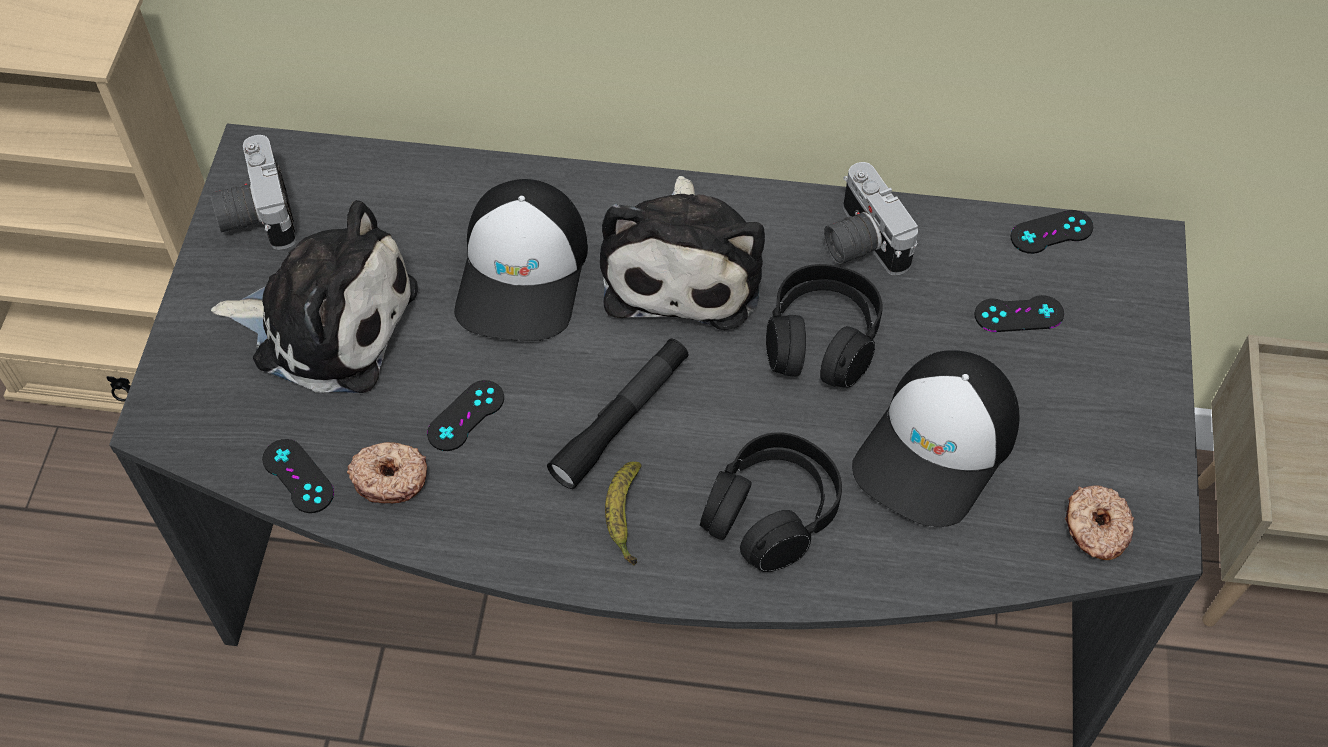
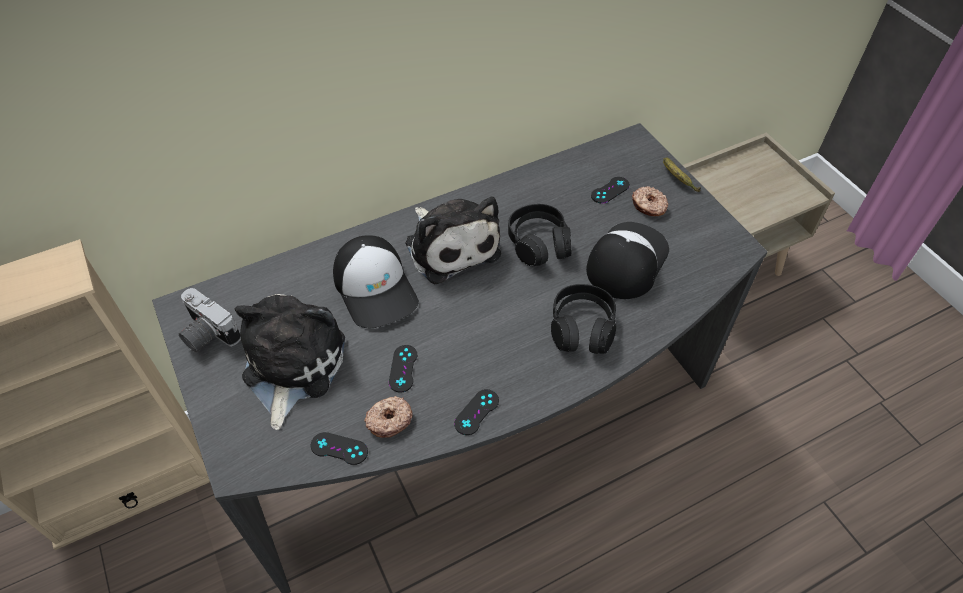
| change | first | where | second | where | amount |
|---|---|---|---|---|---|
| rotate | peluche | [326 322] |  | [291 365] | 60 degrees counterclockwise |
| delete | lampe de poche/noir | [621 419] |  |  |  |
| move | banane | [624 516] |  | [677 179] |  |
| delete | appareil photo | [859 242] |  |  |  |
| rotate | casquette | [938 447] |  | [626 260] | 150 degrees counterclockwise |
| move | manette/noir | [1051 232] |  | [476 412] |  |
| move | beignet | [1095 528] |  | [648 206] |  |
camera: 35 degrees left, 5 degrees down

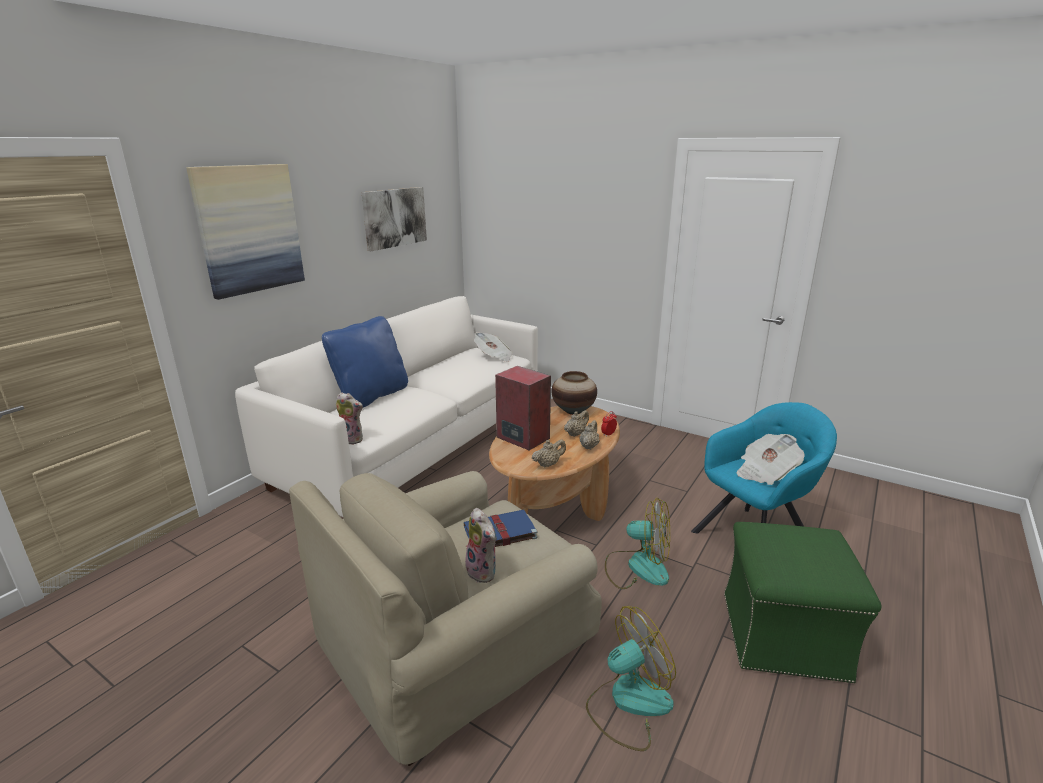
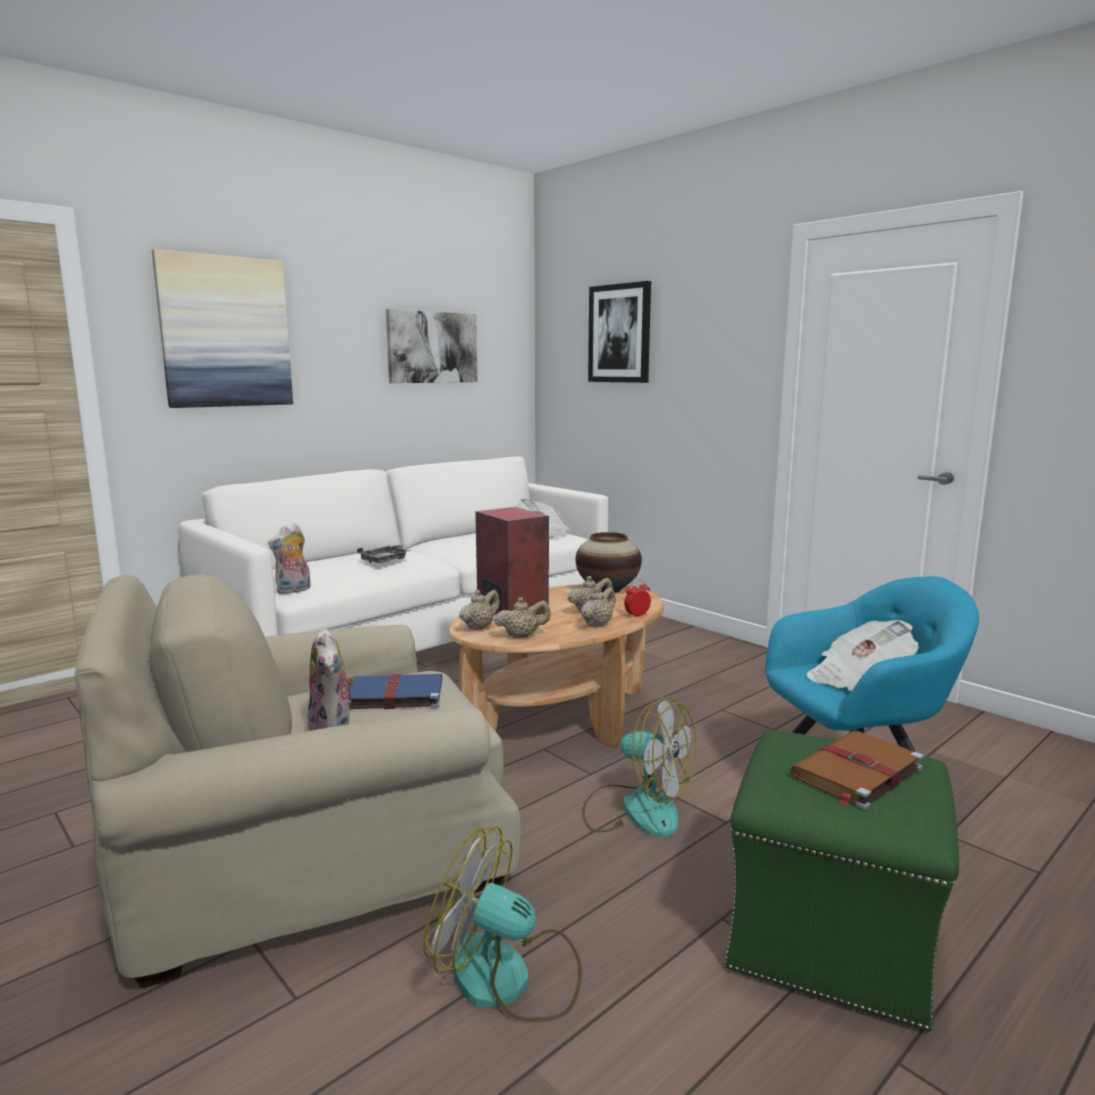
| change | first | where | second | where | amount |
|---|---|---|---|---|---|
| delete | coussin/bleu | [371 396] |  |  |  |
| rotate | peluche | [352 439] |  | [293 591] | 105 degrees clockwise |
| rotate | ventilateur | [628 703] |  | [509 978] | 150 degrees counterclockwise |
| insert |  |  | plateau/gris | [386 560] |  |
| insert |  |  | théière/beige | [479 627] |  |
| insert |  |  | tableau | [620 333] |  |
| insert |  |  | livre/marron | [856 773] |  |
camera: 15 degrees right, 10 degrees down

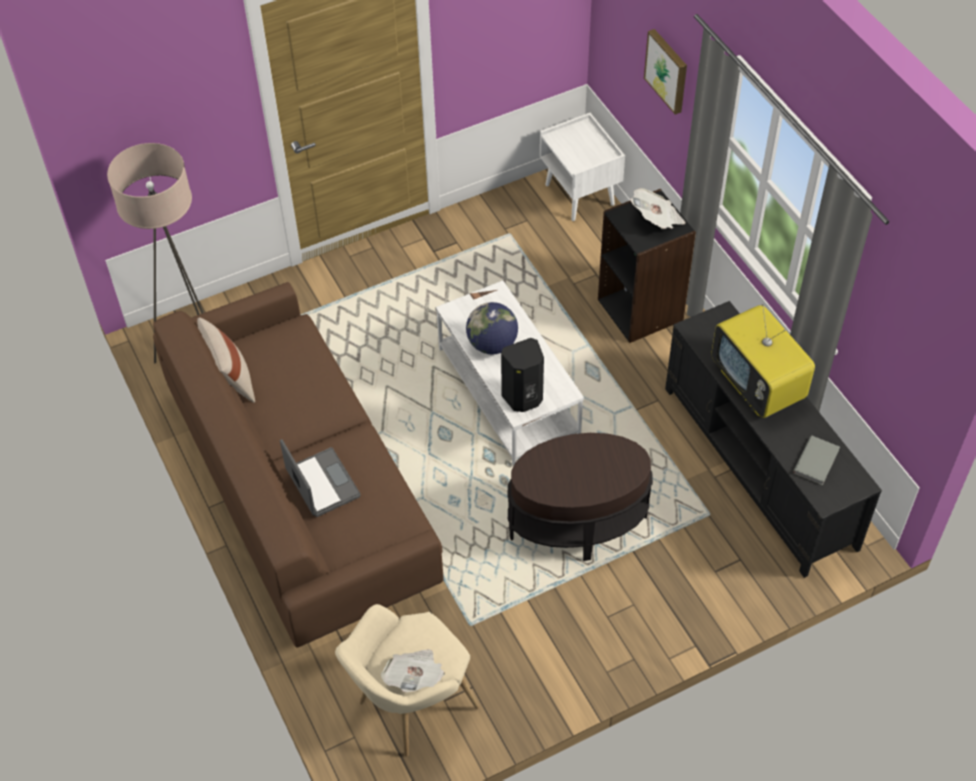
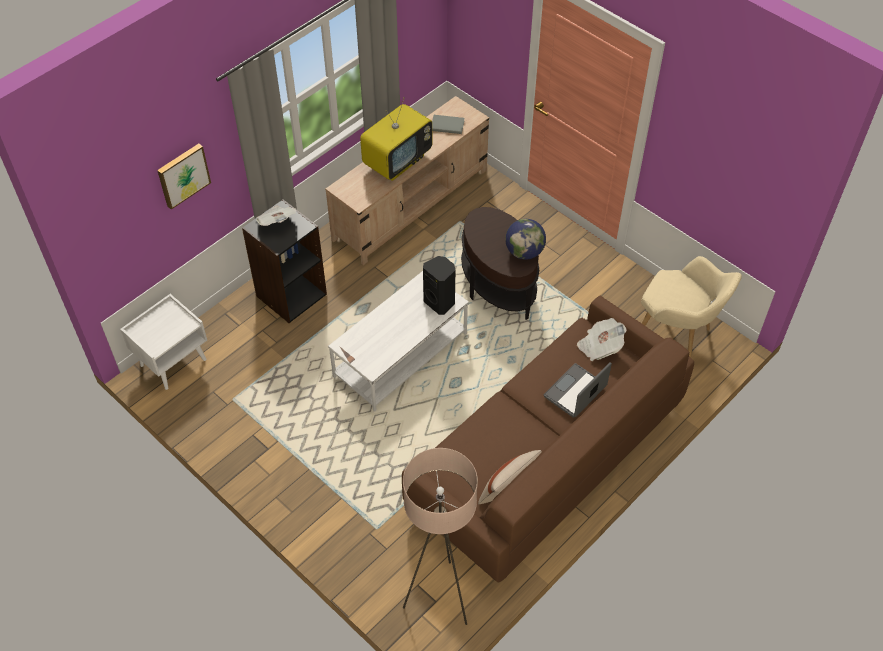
| change | first | where | second | where | amount |
|---|---|---|---|---|---|
| move | journal | [415 677] |  | [600 346] |  |
| move | globe | [492 344] |  | [524 252] |  |
| recolor | meuble télé/noir | [759 467] | meuble télé/beige | [411 204] |  |
camera: 110 degrees left, 0 degrees up

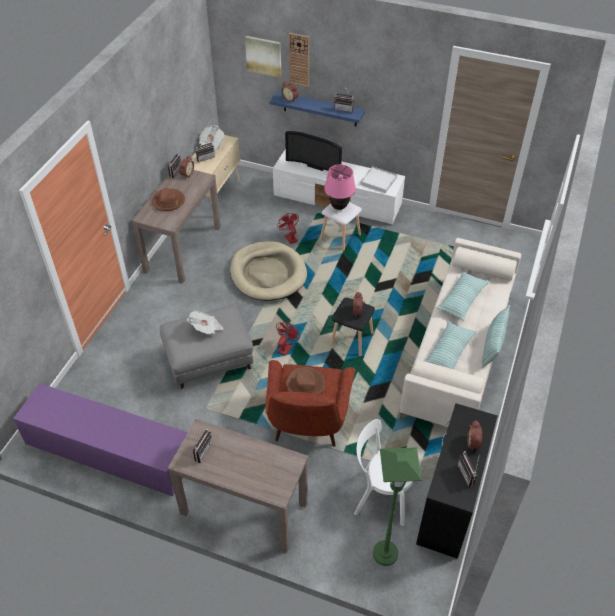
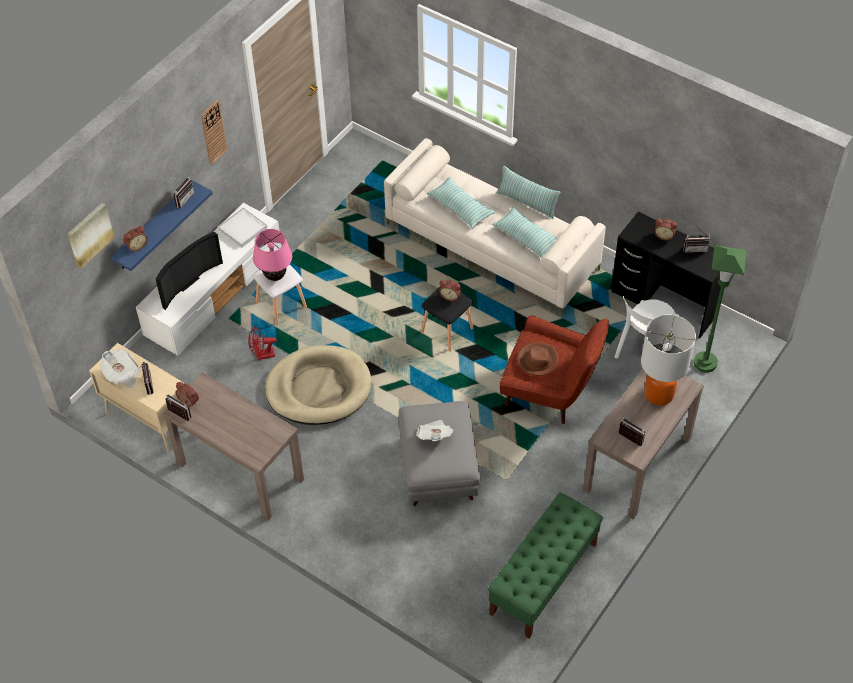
| change | first | where | second | where | amount |
|---|---|---|---|---|---|
| replace | meuble télé/violet | [108 452] | banc/vert | [543 579] |  |
| delete | chapeau/marron | [168 201] |  |  |  |
| delete | ventilateur/rouge | [286 347] |  |  |  |
| move | horloge murale | [299 60] |  | [213 132] |  |
| insert |  |  | lampe de table | [659 393] |  |
camera: 75 degrees left, 5 degrees up

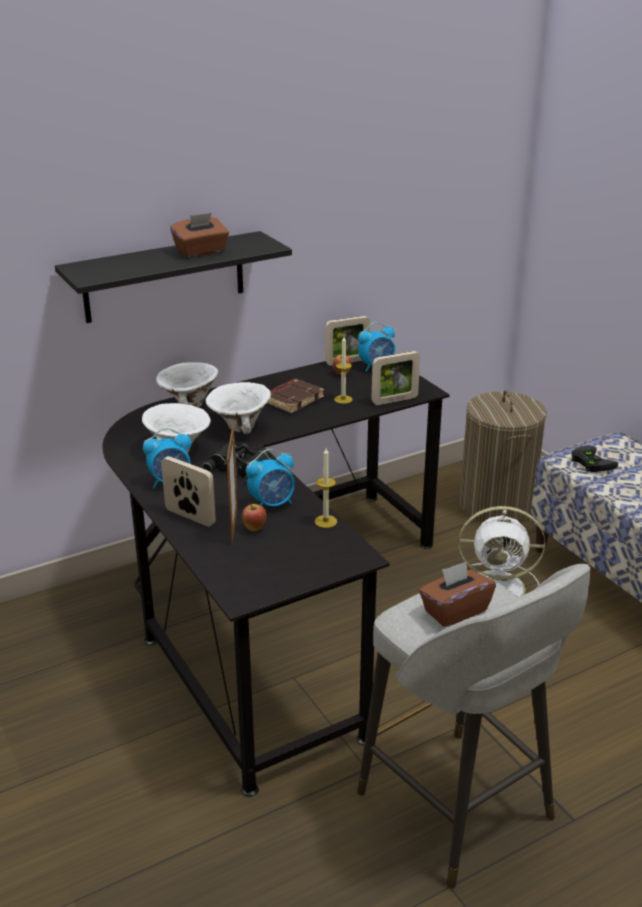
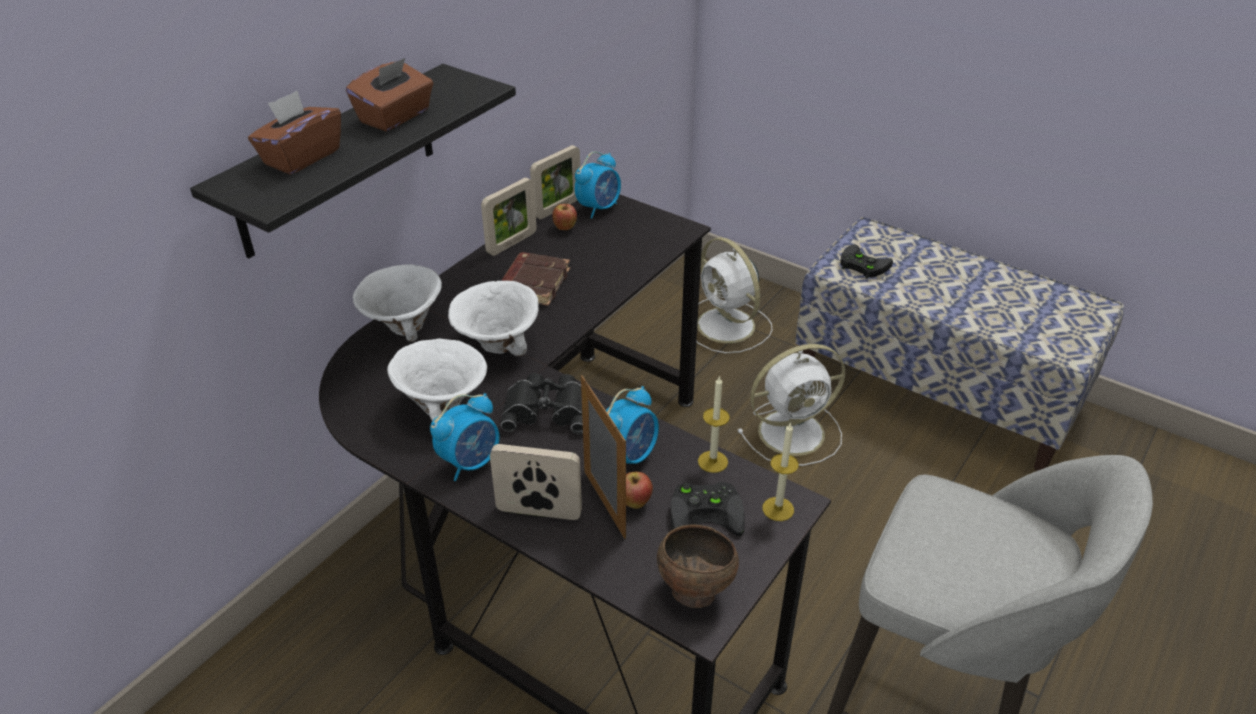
| change | first | where | second | where | amount |
|---|---|---|---|---|---|
| move | bougie | [343 399] |  | [778 509] |  |
| move | cadre photo | [394 400] |  | [512 243] |  |
| move | boîte à mouchoirs/marron | [454 610] |  | [301 157] |  |
| replace | panier à linge | [496 505] | ventilateur/blanc | [727 327] |  |
| insert |  |  | bol/marron | [693 591] |  |
| insert |  |  | manette/noir | [708 512] |  |
camera: 25 degrees left, 10 degrees up

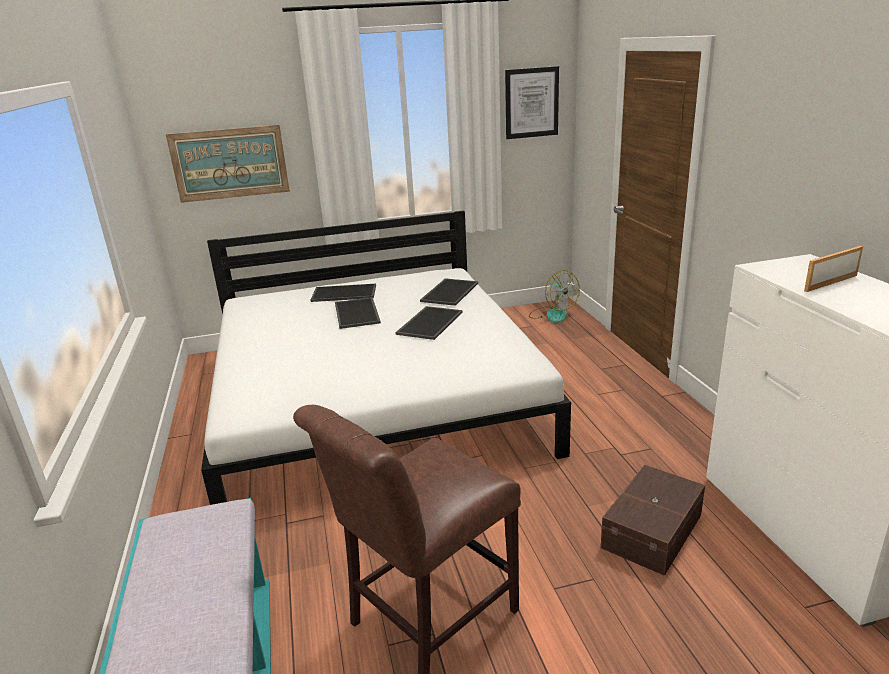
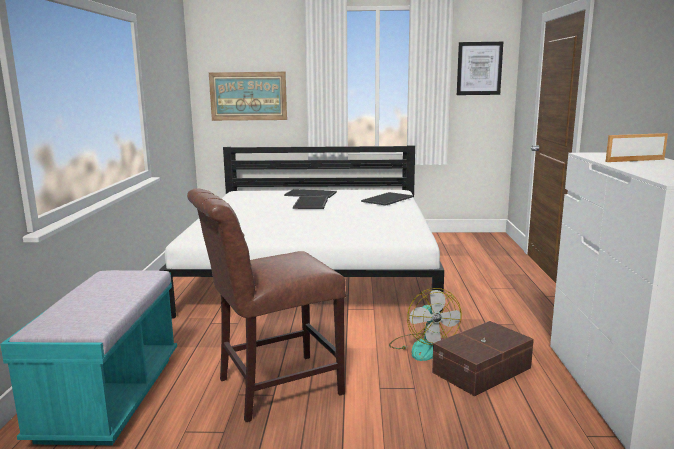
| change | first | where | second | where | amount |
|---|---|---|---|---|---|
| delete | plateau | [429 322] |  |  |  |
| move | ventilateur | [552 314] |  | [422 346] |  |
camera: 15 degrees right, 10 degrees down

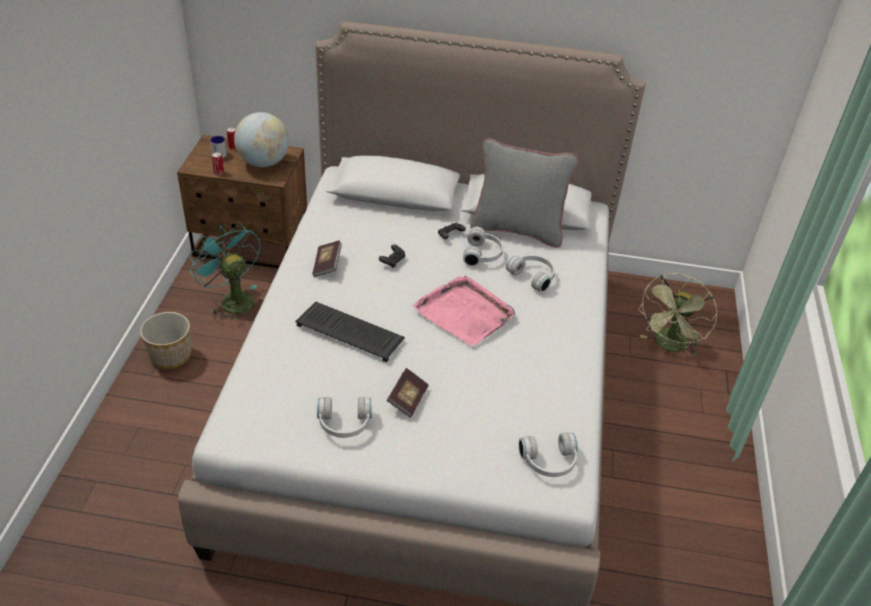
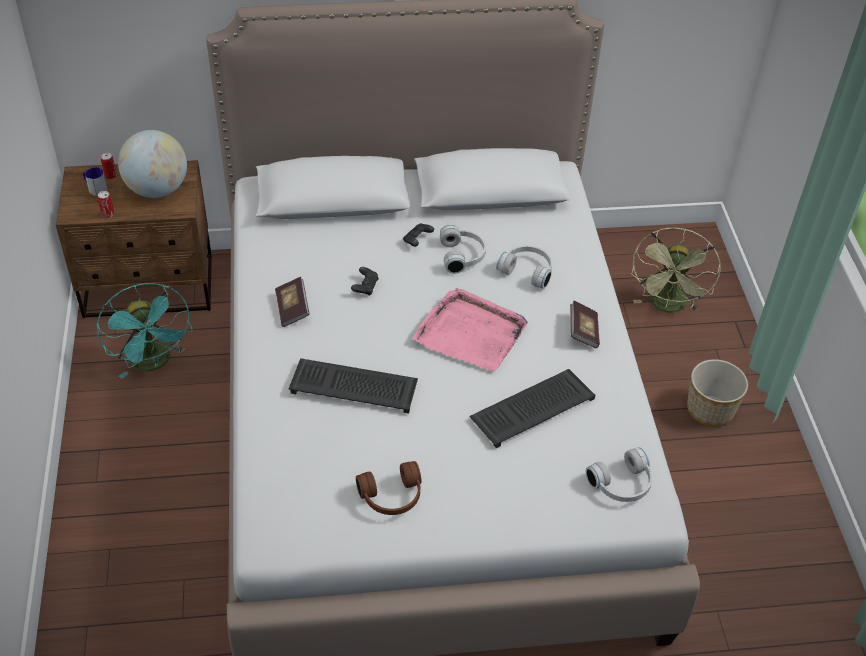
| change | first | where | second | where | amount |
|---|---|---|---|---|---|
| move | cache-pot | [170 355] |  | [709 409] |  |
| rotate | ventilateur/turquoise | [232 299] |  | [154 363] | 150 degrees counterclockwise |
| recolor | casque audio/blanc | [344 424] | casque audio/marron | [392 497] |  |
| move | livre | [407 399] |  | [583 332] |  |
| delete | coussin/gris | [517 230] |  |  |  |
| insert |  |  | clavier | [533 407] |  |
camera: 15 degrees left, 5 degrees up

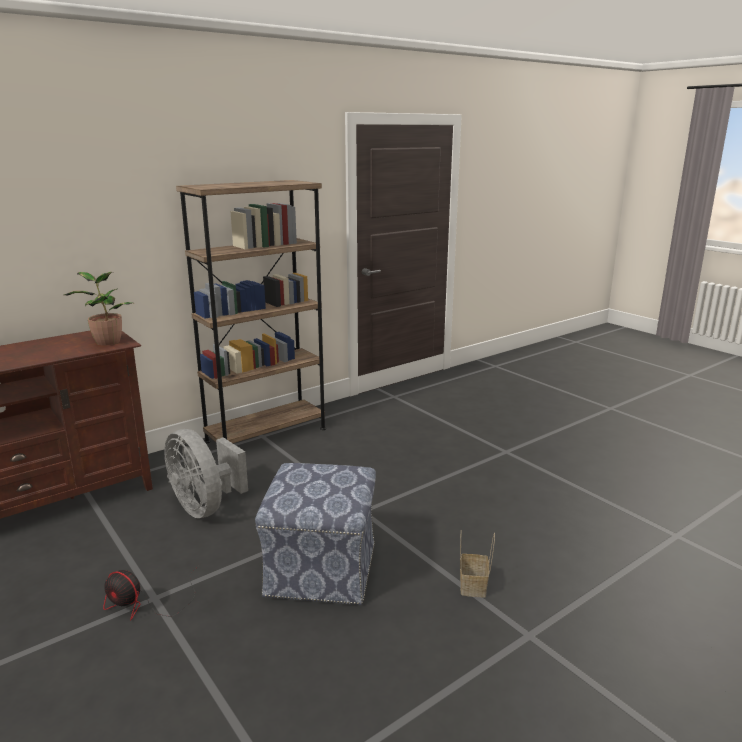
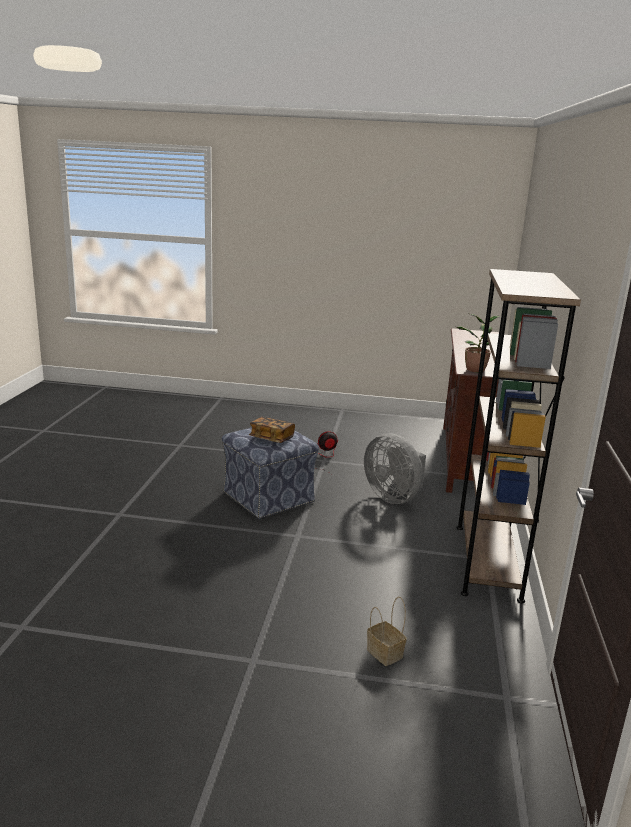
| change | first | where | second | where | amount |
|---|---|---|---|---|---|
| rotate | ventilateur/gris | [205 506] |  | [394 497] | 135 degrees counterclockwise |
| move | panier | [474 586] |  | [383 653] |  |
| insert |  |  | livre | [271 438] |  |
camera: 135 degrees right, 0 degrees up

